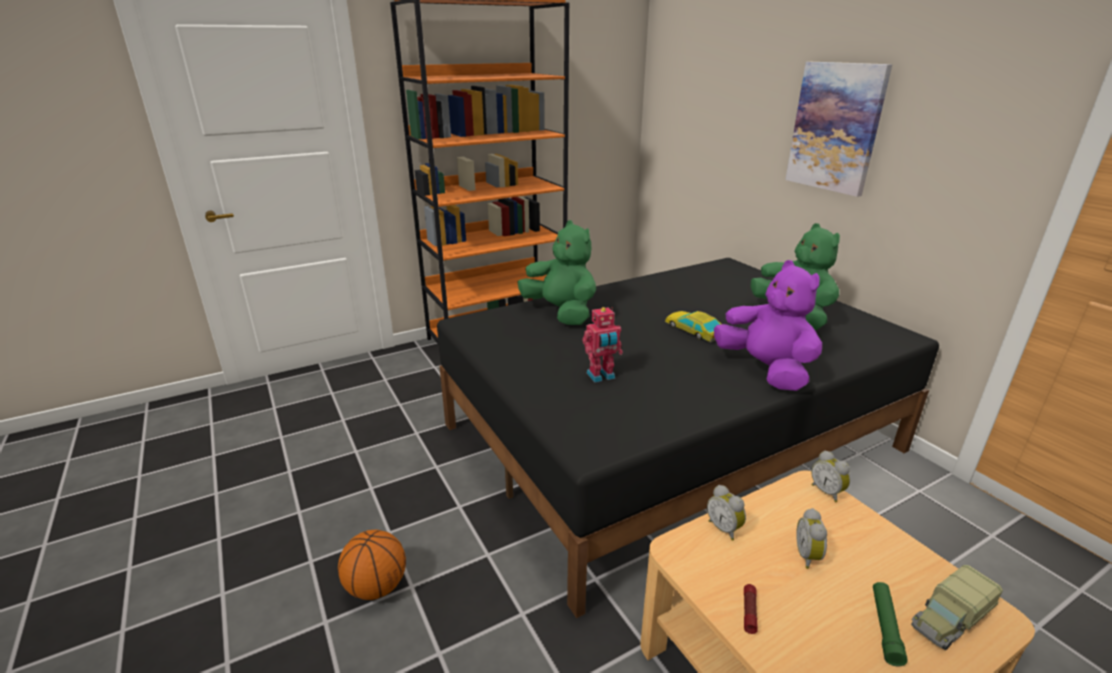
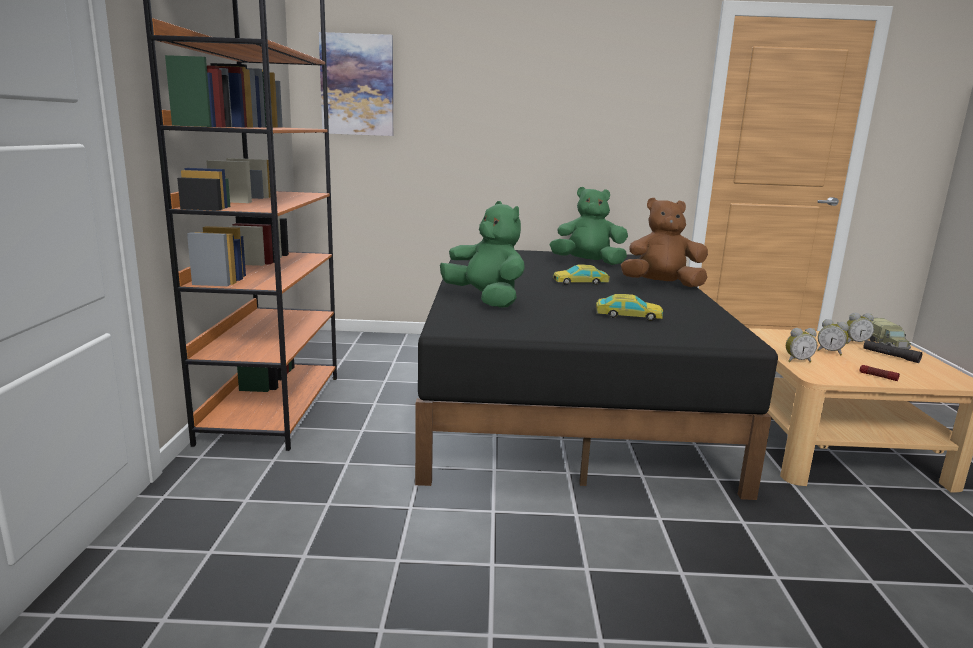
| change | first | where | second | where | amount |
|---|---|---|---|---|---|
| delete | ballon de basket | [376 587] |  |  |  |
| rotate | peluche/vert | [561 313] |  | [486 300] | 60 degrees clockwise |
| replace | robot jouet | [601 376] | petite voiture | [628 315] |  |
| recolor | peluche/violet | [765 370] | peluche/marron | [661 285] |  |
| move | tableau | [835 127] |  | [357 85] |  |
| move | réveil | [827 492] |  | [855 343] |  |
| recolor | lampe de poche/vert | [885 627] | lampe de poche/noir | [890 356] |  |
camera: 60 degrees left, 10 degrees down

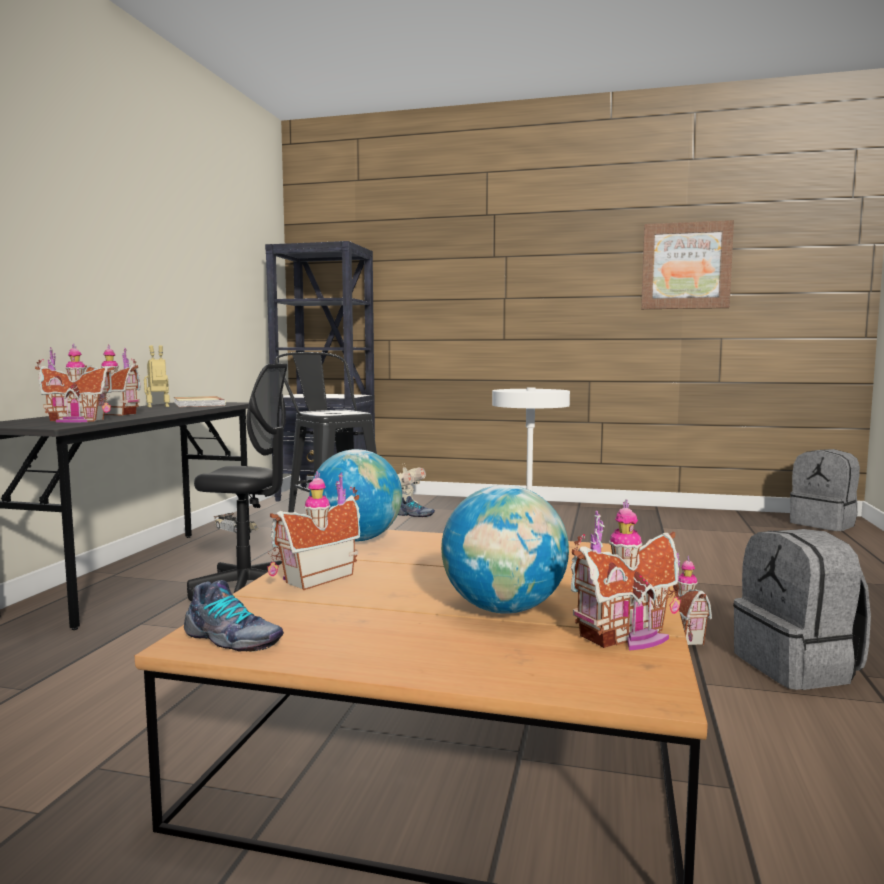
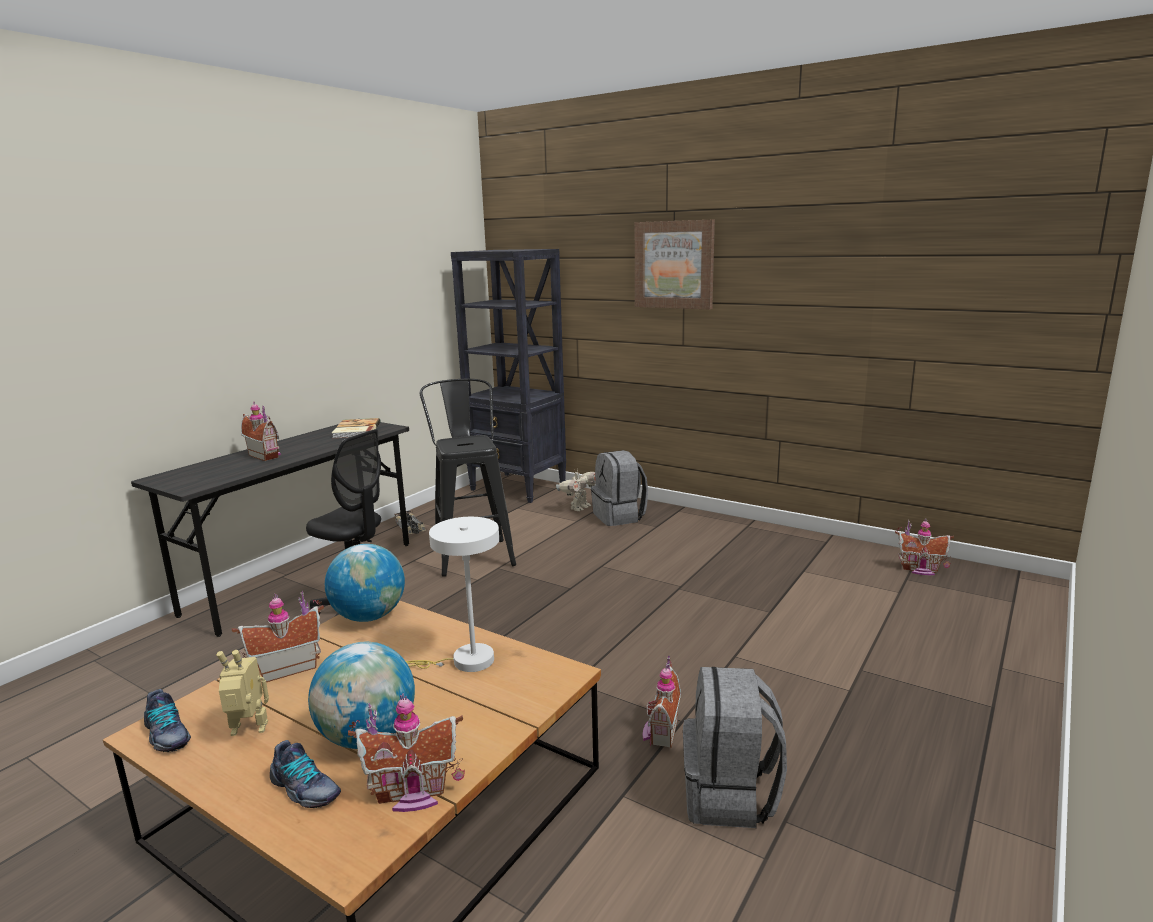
| change | first | where | second | where | amount |
|---|---|---|---|---|---|
| move | maison miniature | [76 421] |  | [920 570] |  |
| move | robot jouet | [158 406] |  | [248 732] |  |
| move | chaussure | [415 515] |  | [304 789] |  |
| move | tableau | [686 266] |  | [674 265] |  |
| move | sac à dos/gris | [824 524] |  | [619 516] |  |
camera: 20 degrees right, 10 degrees up

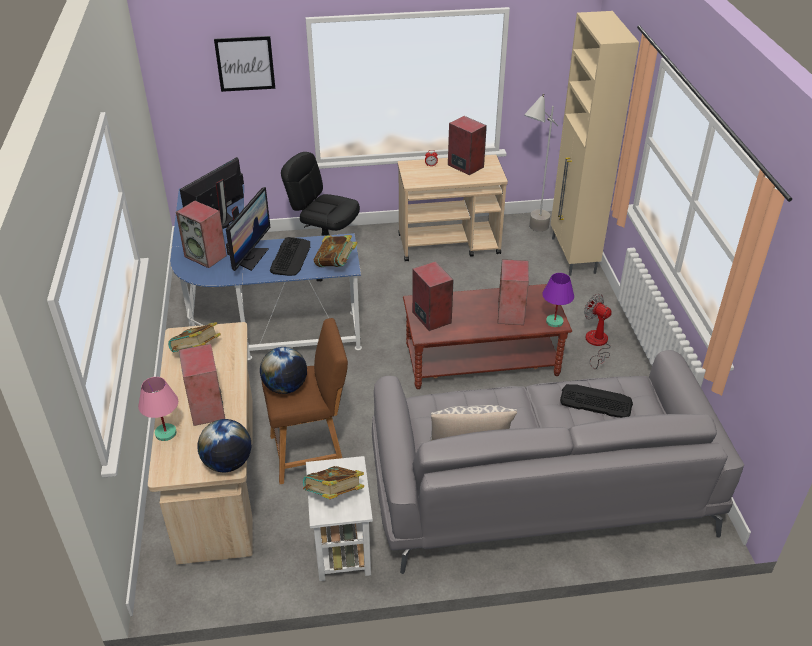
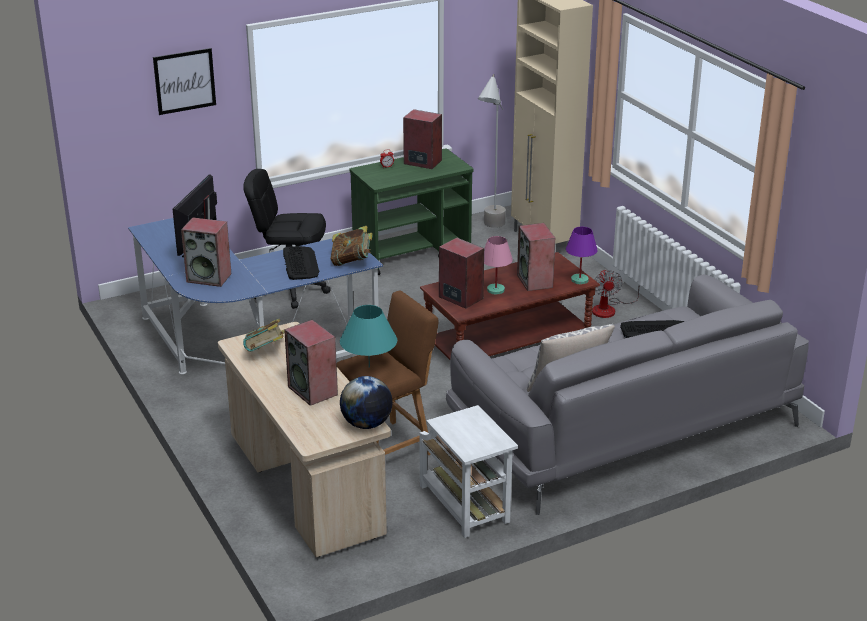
| change | first | where | second | where | amount |
|---|---|---|---|---|---|
| move | lampe de table/rose | [165 433] |  | [495 290] |  |
| delete | écran d'ordinateur | [251 257] |  |  |  |
| replace | globe | [285 387] | lampe de table/turquoise | [369 367] |  |
| delete | livre | [334 495] |  |  |  |
| recolor | chariot/beige | [449 244] | chariot/vert | [412 253] |  |
| rotate | ventilateur | [596 344] |  | [609 309] | 120 degrees counterclockwise |
camera: 20 degrees left, 10 degrees down

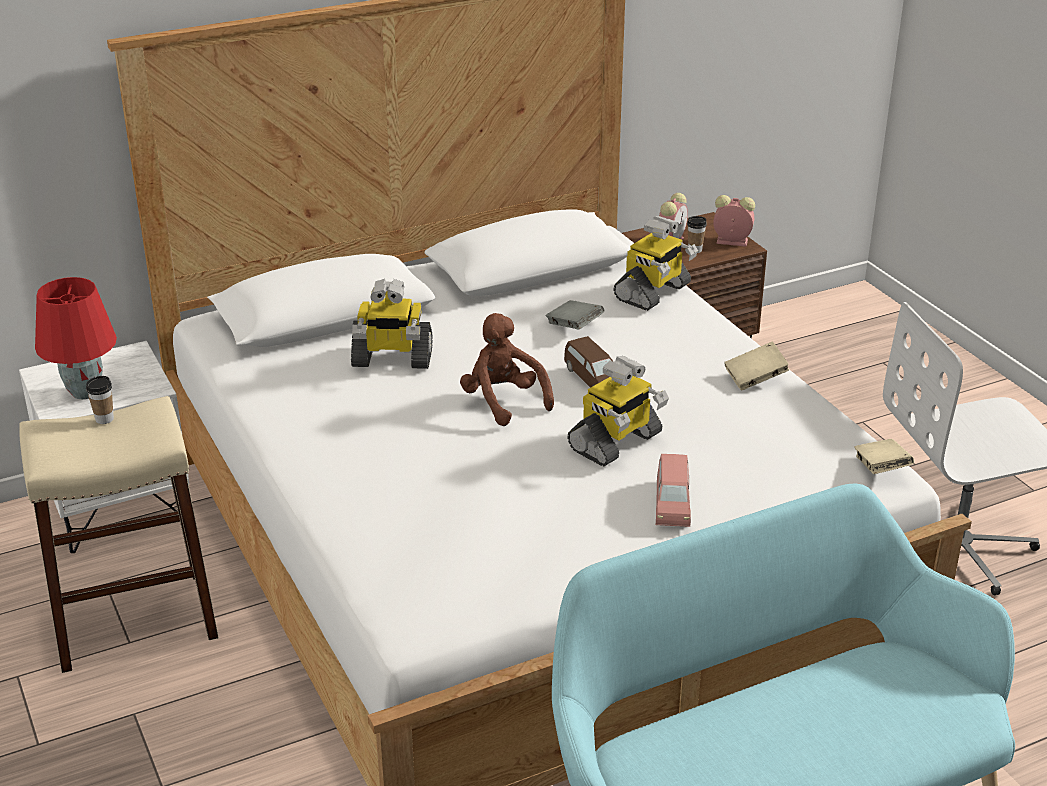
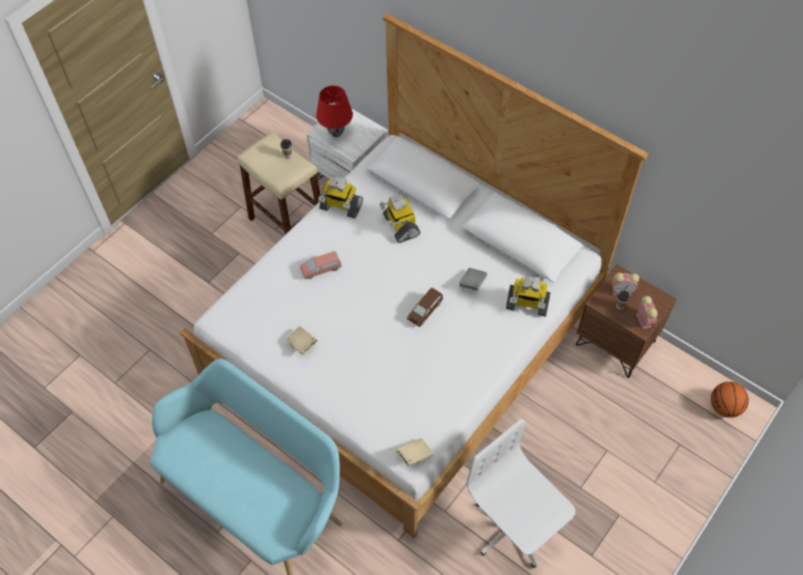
| change | first | where | second | where | amount |
|---|---|---|---|---|---|
| delete | peluche/marron | [503 401] |  |  |  |
| move | robot jouet | [616 442] |  | [340 206] |  |
| move | petite voiture/rose | [672 504] |  | [321 269] |  |
| move | livre/beige | [755 378] |  | [302 344] |  |
| insert |  |  | ballon de basket | [724 407] |  |
camera: 65 degrees right, 25 degrees up

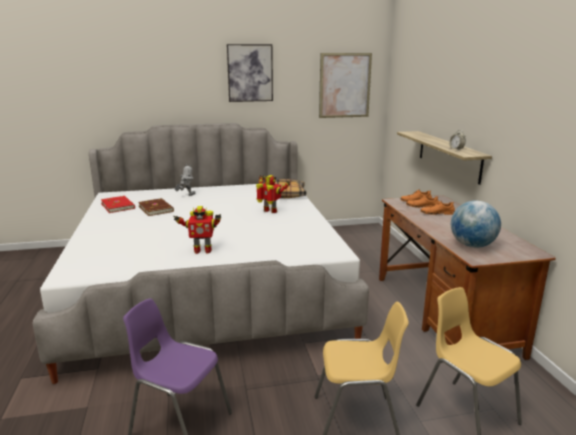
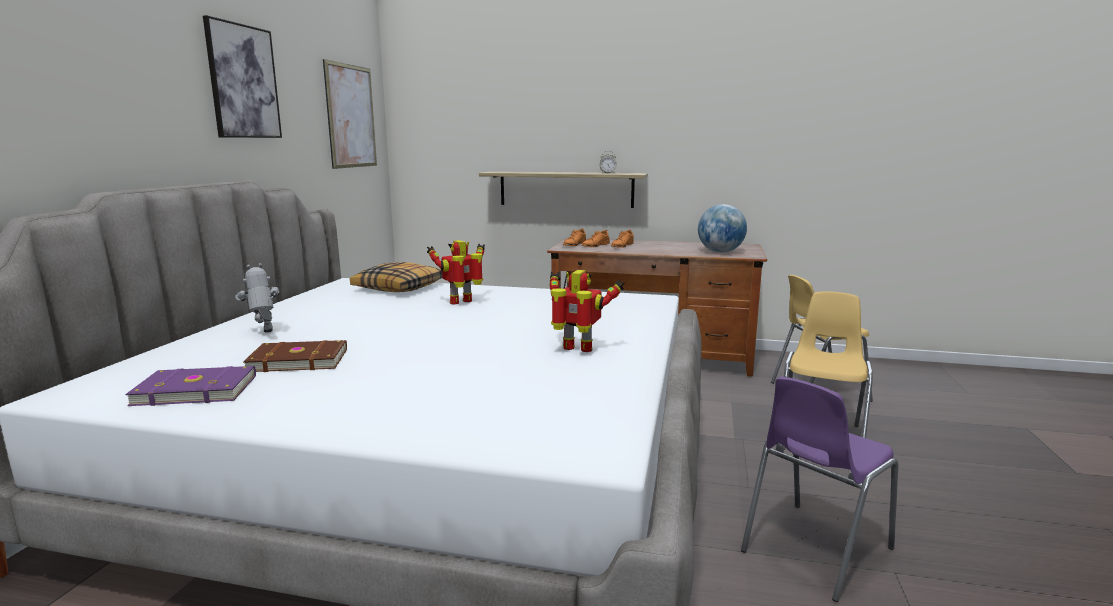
| change | first | where | second | where | amount |
|---|---|---|---|---|---|
| recolor | livre/rouge | [118 206] | livre/violet | [196 390] |  |
| rotate | robot jouet | [202 250] |  | [578 349] | 90 degrees counterclockwise |
camera: 65 degrees left, 5 degrees down

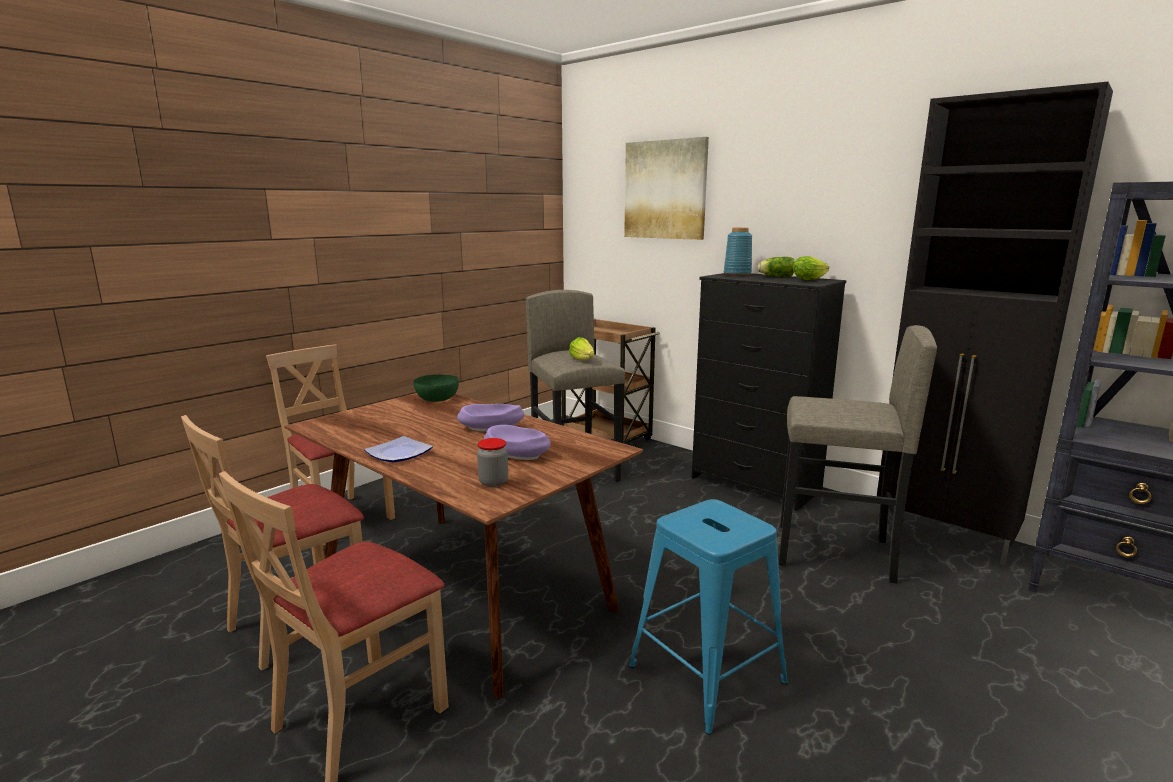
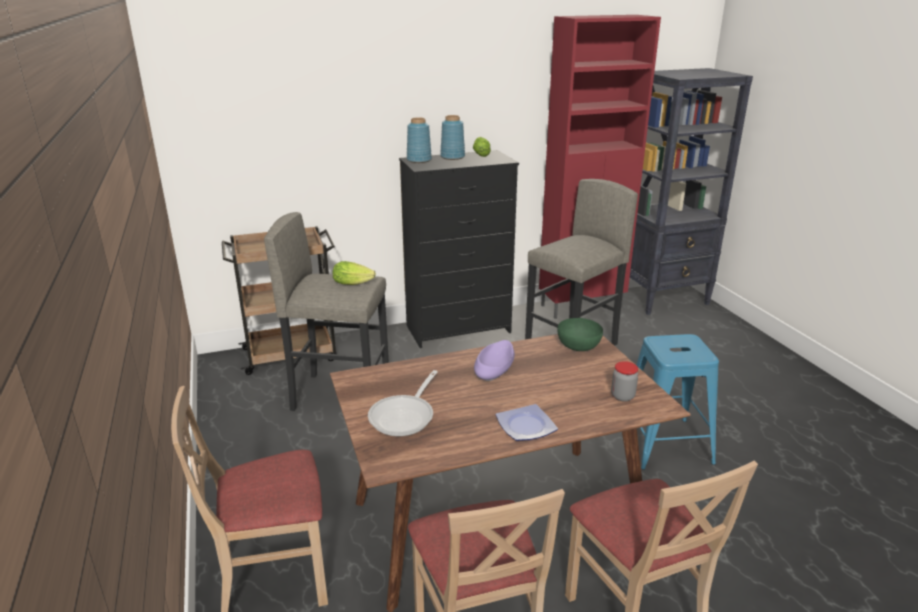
| change | first | where | second | where | amount |
|---|---|---|---|---|---|
| move | bol/vert | [437 399] |  | [578 345] |  |
| delete | bol/violet | [517 454] |  |  |  |
| delete | tableau | [665 190] |  |  |  |
| replace | laitue | [775 276] | vase/bleu | [453 157] |  |
| recolor | meuble de rangement/noir | [945 537] | meuble de rangement/rouge | [582 306] |  |
| insert |  |  | poêle | [405 416] |  |
camera: 60 degrees left, 10 degrees up

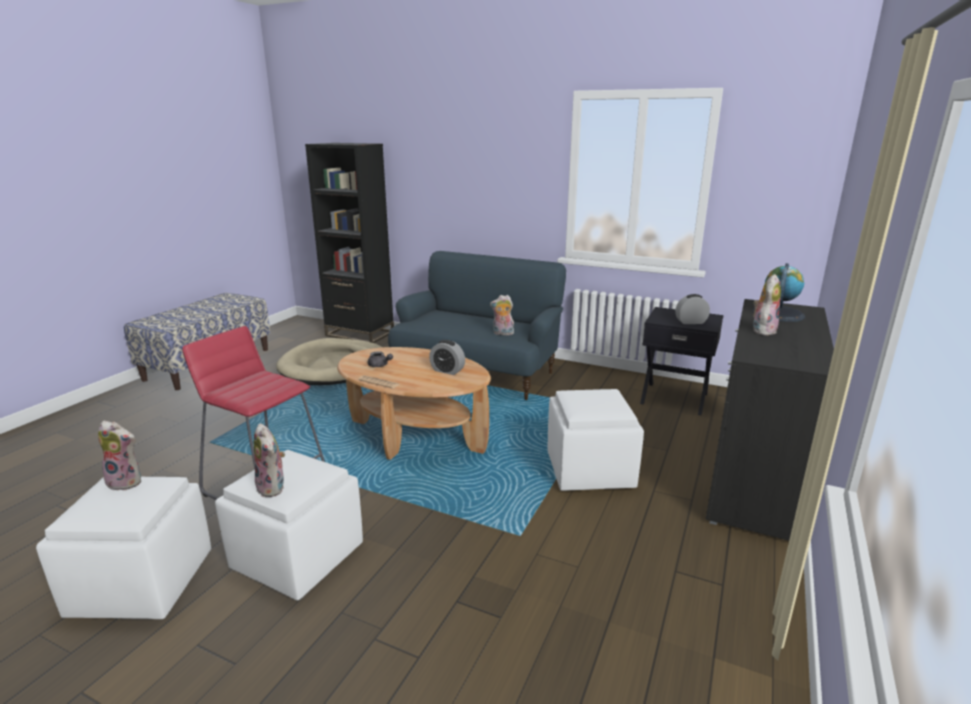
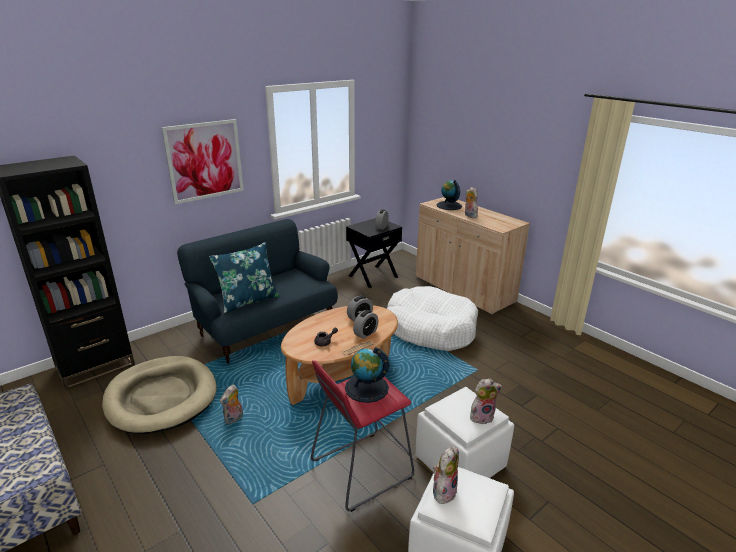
| change | first | where | second | where | amount |
|---|---|---|---|---|---|
| move | peluche | [502 333] |  | [234 419] |  |
| replace | pouf/blanc | [590 470] | panier pour chien/blanc | [430 328] |  |
| recolor | meuble de rangement/noir | [754 477] | meuble de rangement/beige | [463 289] |  |
| insert |  |  | tableau | [205 161] |  |
| insert |  |  | coussin/bleu | [248 301] |  |
| insert |  |  | globe | [366 388] |  |
| insert |  |  | réveil | [365 333] |  |
camera: 65 degrees left, 5 degrees up

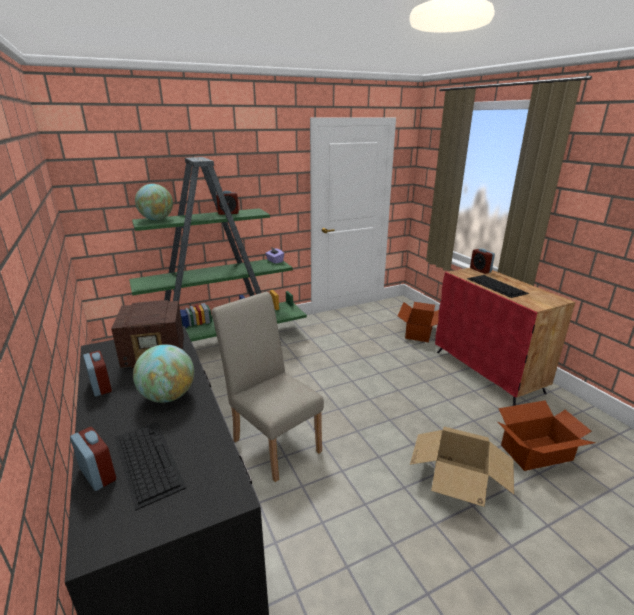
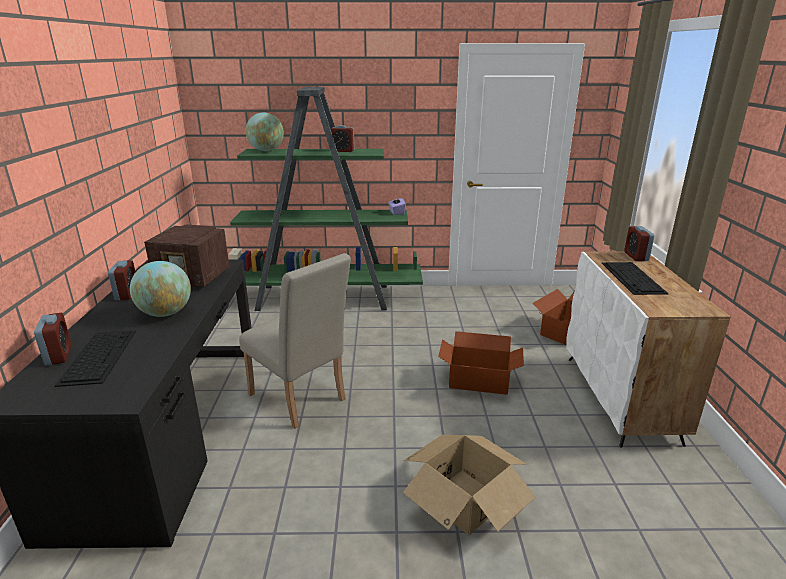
| change | first | where | second | where | amount |
|---|---|---|---|---|---|
| rotate | chaise/beige | [273 441] |  | [301 400] | 150 degrees clockwise |
| recolor | meuble de rangement/rouge | [488 371] | meuble de rangement/blanc | [620 398] |  |
| move | carton | [537 453] |  | [479 381] |  |
camera: 25 degrees right, 0 degrees up

